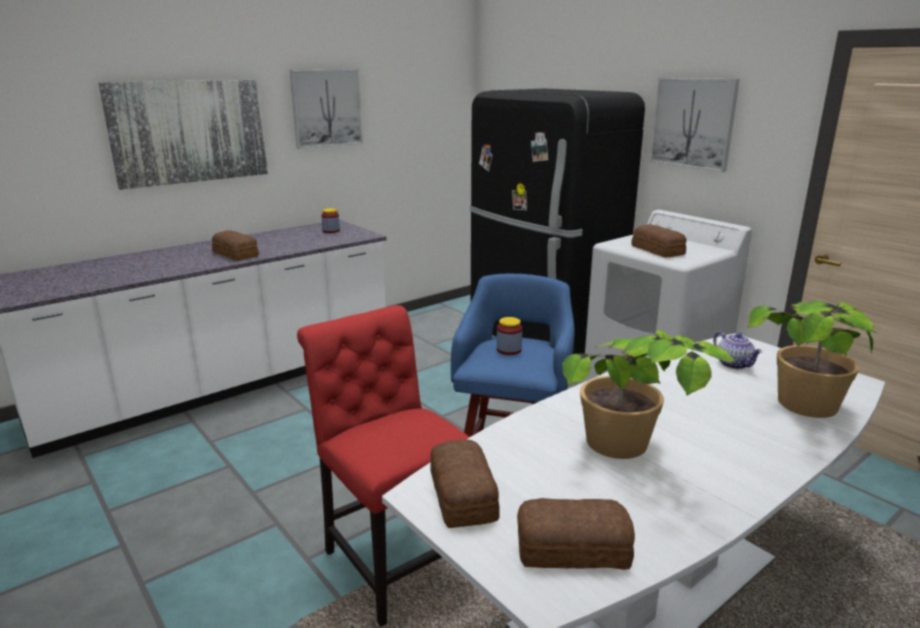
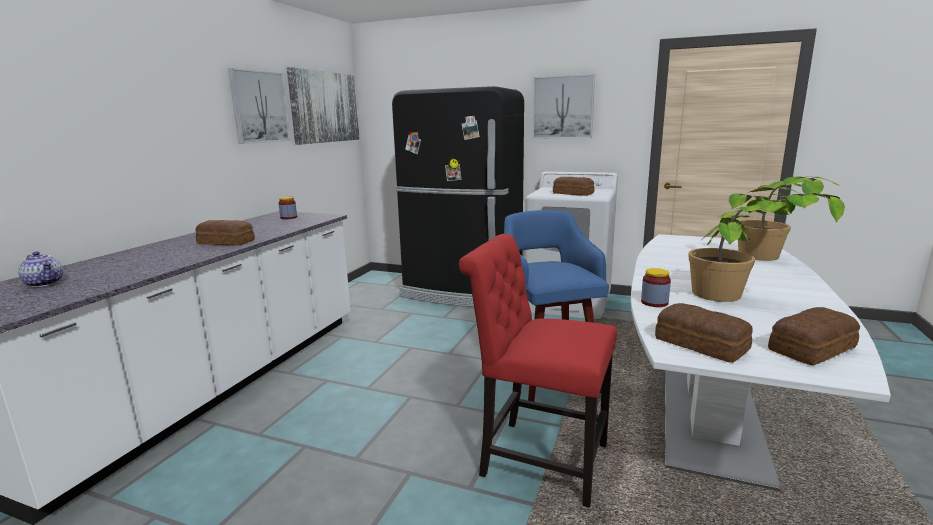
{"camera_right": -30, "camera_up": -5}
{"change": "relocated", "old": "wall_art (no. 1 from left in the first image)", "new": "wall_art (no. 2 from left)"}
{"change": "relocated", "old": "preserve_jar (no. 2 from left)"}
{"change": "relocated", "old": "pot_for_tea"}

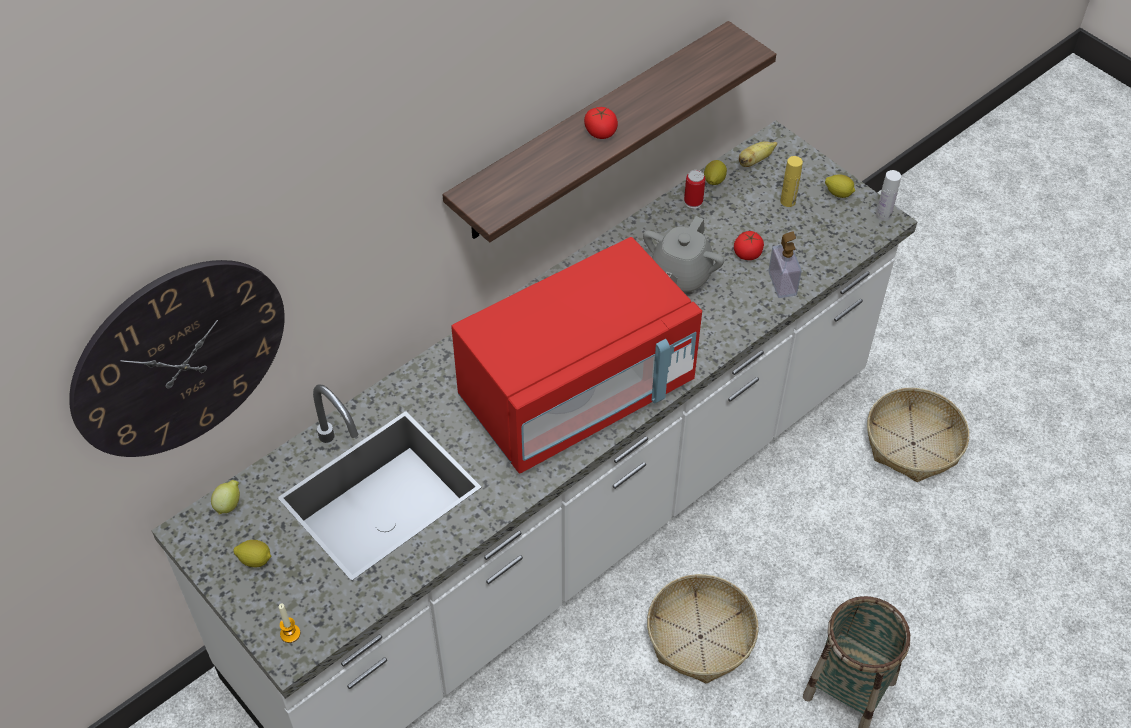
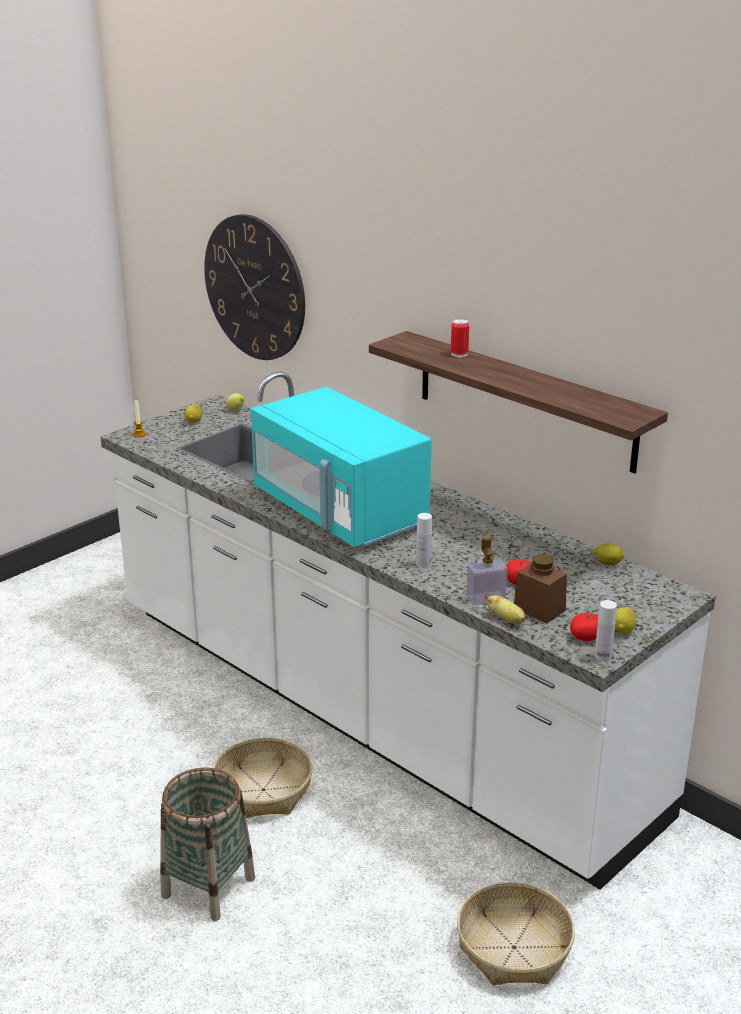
{"camera_right": 85, "camera_up": -25}
{"change": "missing", "old": "grey_pot_for_tea"}
{"change": "missing", "old": "yellowish_bottle"}
{"change": "appeared", "new": "white-coloured_bottle (no. 1 from left)"}
{"change": "appeared", "new": "brown_preserve_jar"}
{"change": "relocated", "old": "fresh_tomato (no. 1 from left in the first image)", "new": "fresh_tomato (no. 2 from left)"}
{"change": "relocated", "old": "sealed_can"}
{"change": "relocated", "old": "banana"}
{"change": "colour", "old": "red_kitchen_microwave", "new": "turquoise_kitchen_microwave"}

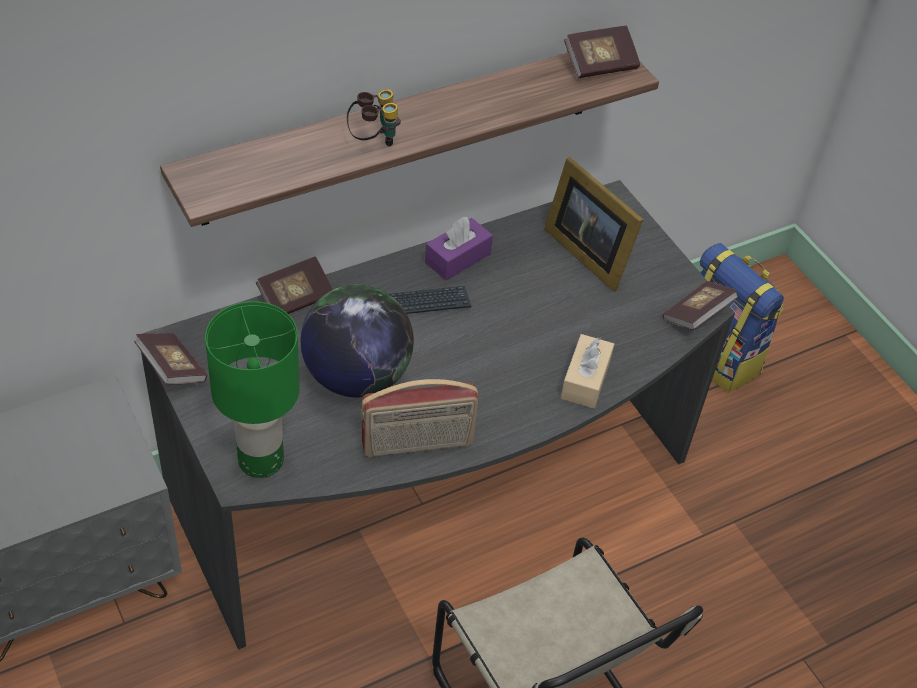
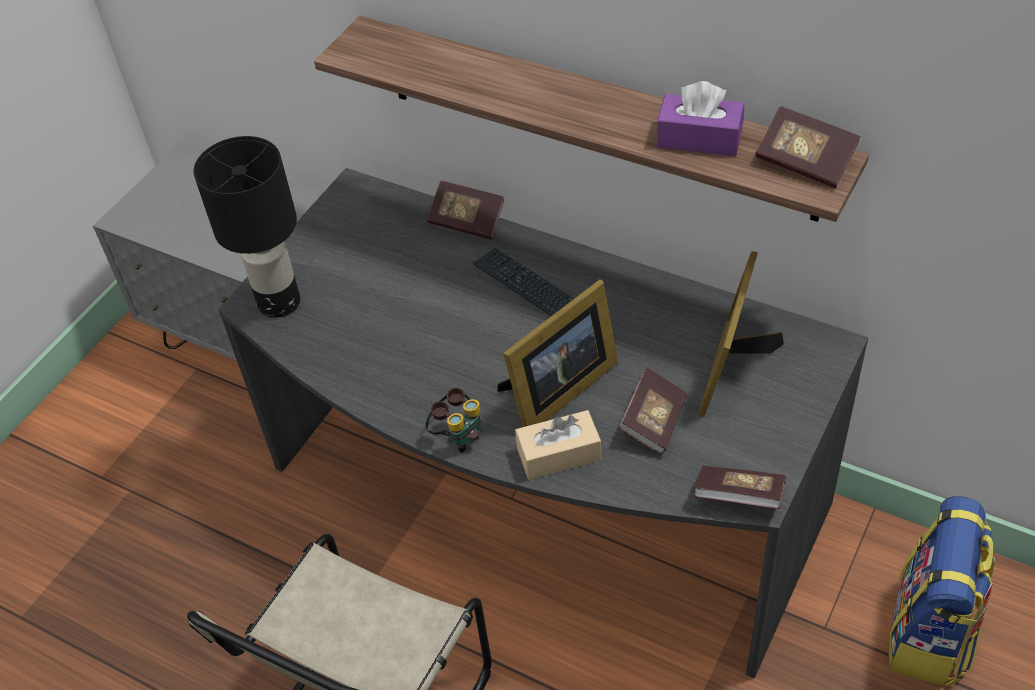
{"camera_right": 65, "camera_up": 0}
{"change": "missing", "old": "desk_globe"}
{"change": "missing", "old": "radio_set"}
{"change": "appeared", "new": "photo_frame (no. 1 from left)"}
{"change": "relocated", "old": "bound_book (no. 1 from left in the first image)", "new": "bound_book (no. 2 from left)"}
{"change": "relocated", "old": "binoculars"}
{"change": "relocated", "old": "purple_tissue_holder"}
{"change": "colour", "old": "green_tabletop_lamp", "new": "black_tabletop_lamp"}

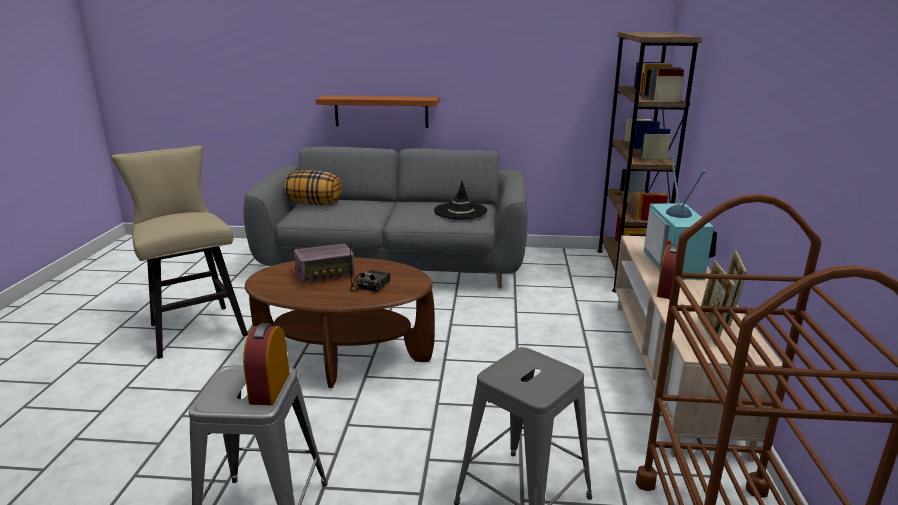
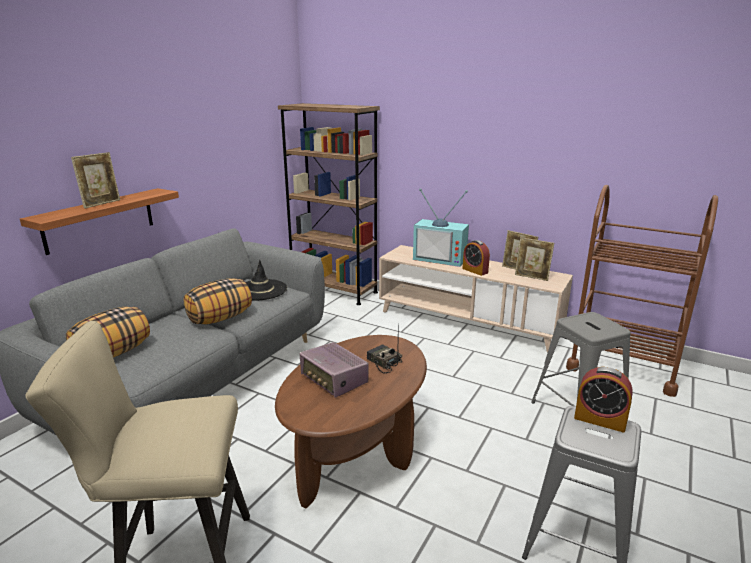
{"camera_right": -65, "camera_up": 0}
{"change": "appeared", "new": "photo_frame (no. 1 from left)"}
{"change": "appeared", "new": "pillow (no. 2 from left)"}
{"change": "spun", "old": "radio_set (no. 1 from left)", "degrees": 135}

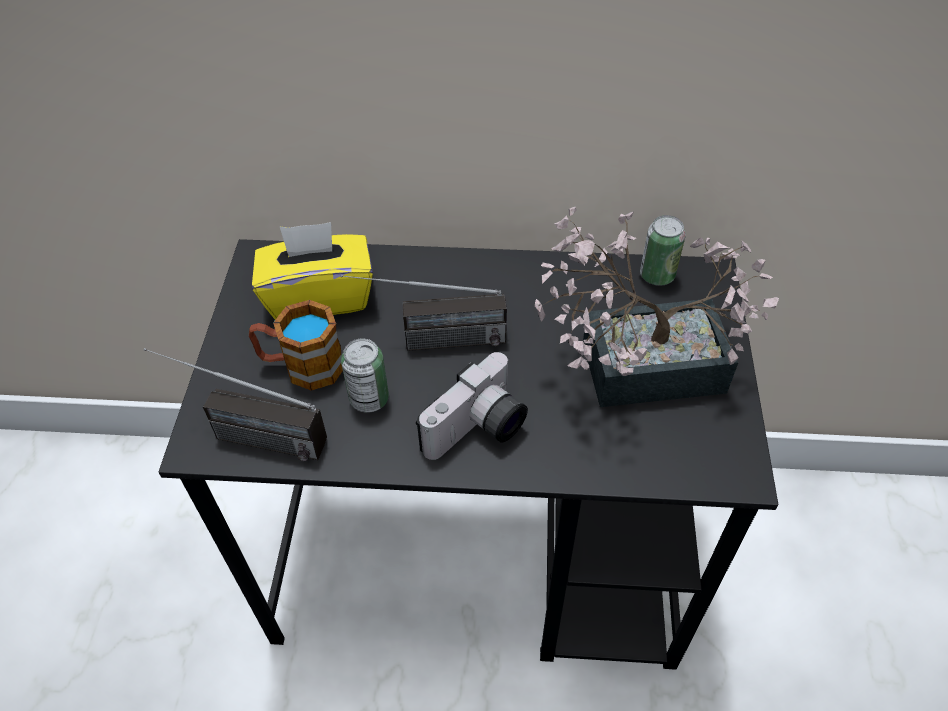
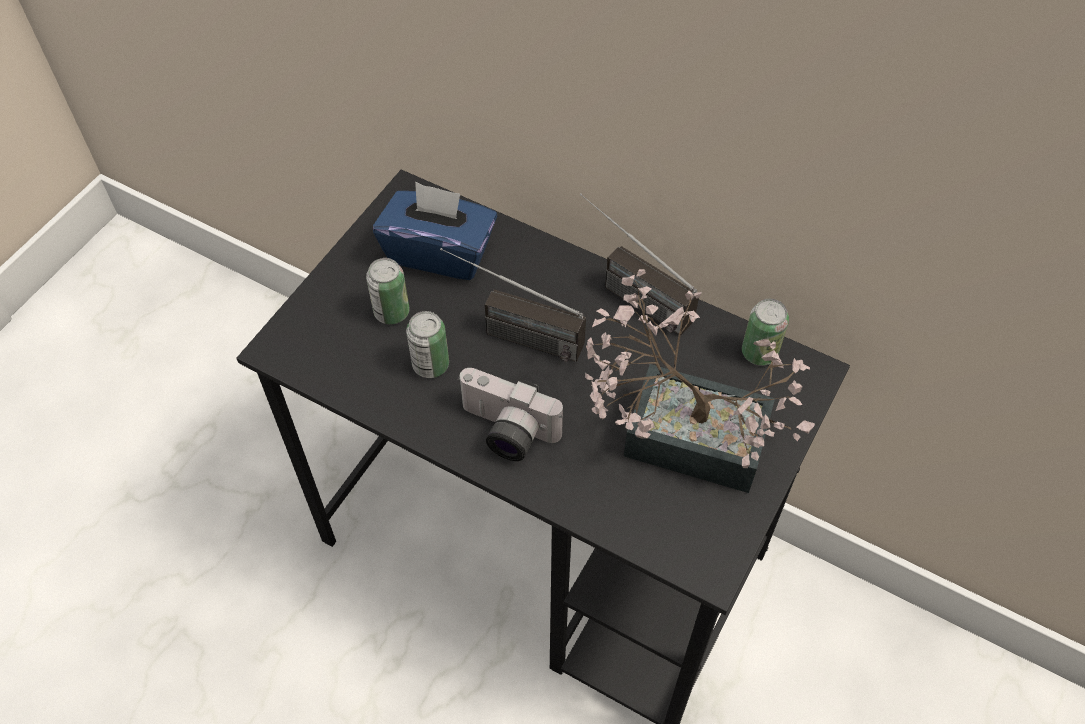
{"camera_right": 25, "camera_up": 5}
{"change": "relocated", "old": "radio_set (no. 1 from left in the first image)", "new": "radio_set (no. 2 from left)"}
{"change": "exchanged", "old": "tea_mug", "new": "sealed_can (no. 1 from left)"}
{"change": "colour", "old": "yellowish_tissue_holder", "new": "blue_tissue_holder"}
{"change": "spun", "old": "photo_camera", "degrees": 45}

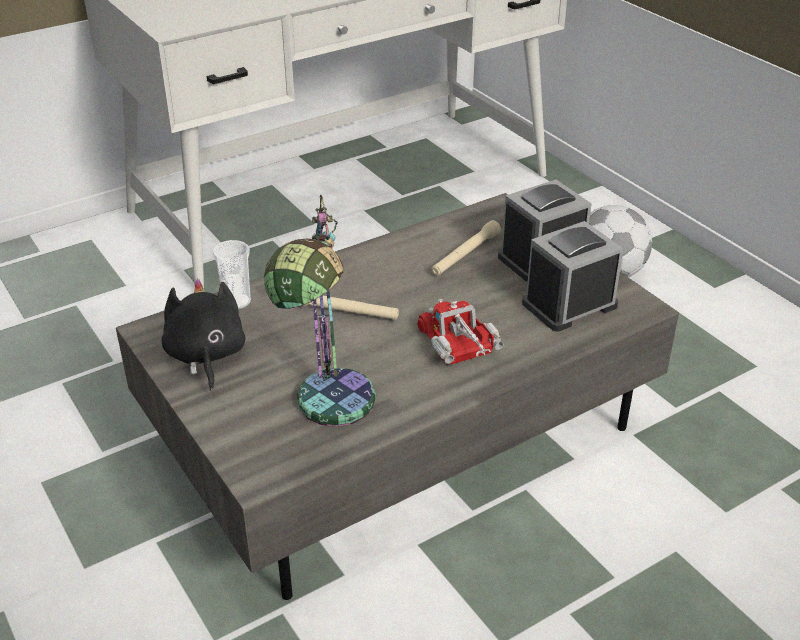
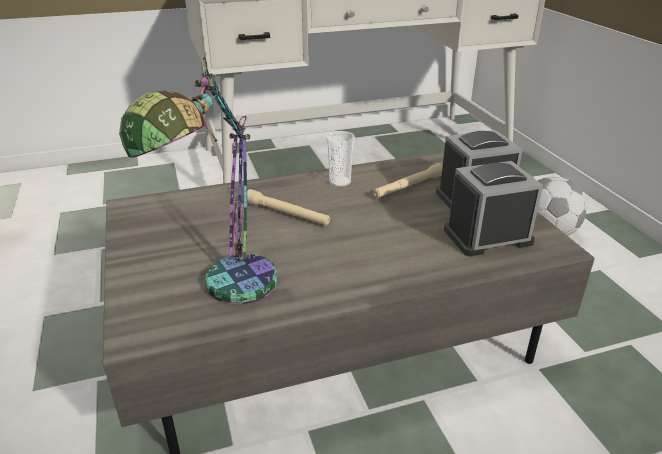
{"camera_right": 15, "camera_up": -5}
{"change": "missing", "old": "black_soft_toy"}
{"change": "missing", "old": "toy_truck"}
{"change": "relocated", "old": "small_cup"}

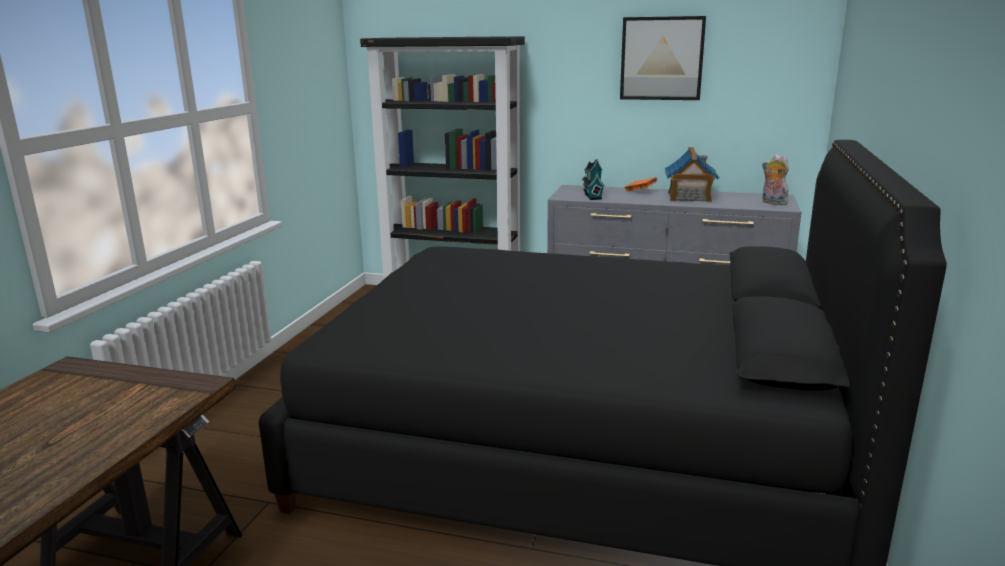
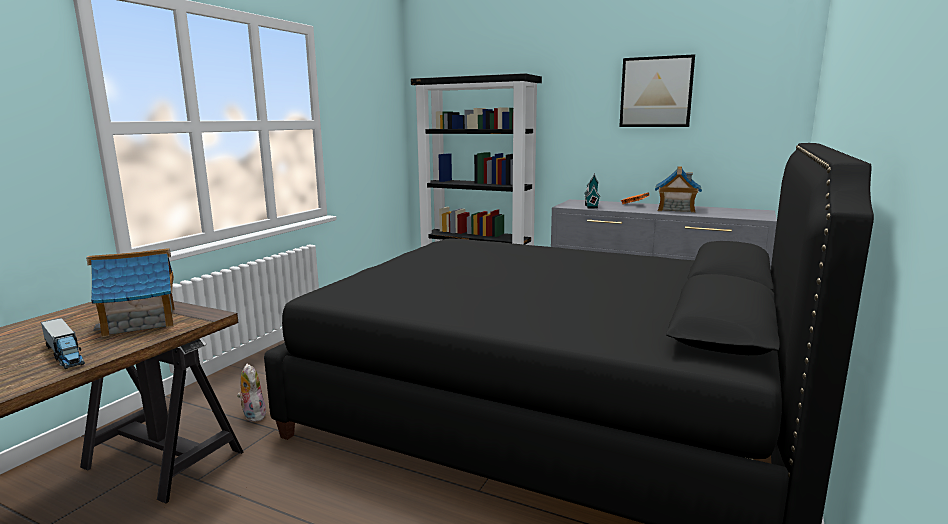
{"camera_right": 10, "camera_up": -5}
{"change": "appeared", "new": "toy_truck"}
{"change": "appeared", "new": "toy_house (no. 1 from left)"}
{"change": "relocated", "old": "soft_toy"}

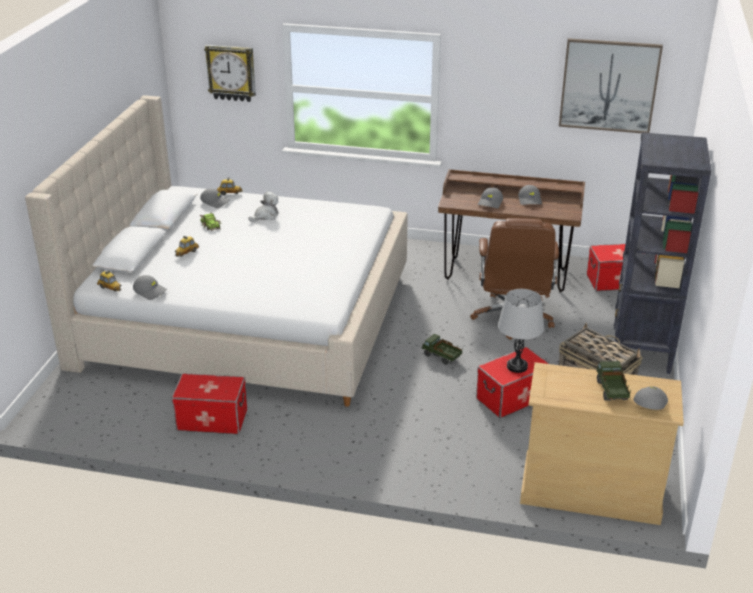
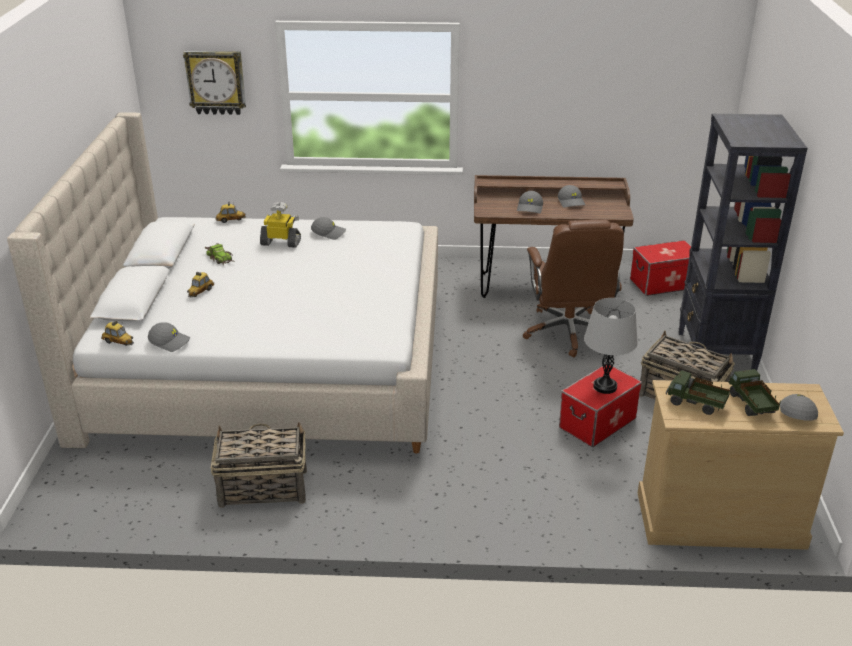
{"camera_right": -10, "camera_up": 0}
{"change": "missing", "old": "wall_art"}
{"change": "relocated", "old": "grey_baseball_cap (no. 2 from left)"}
{"change": "relocated", "old": "toy_truck (no. 1 from left)"}
{"change": "exchanged", "old": "storage_container (no. 1 from left)", "new": "household_basket (no. 1 from left)"}
{"change": "exchanged", "old": "soft_toy", "new": "robot_figure"}

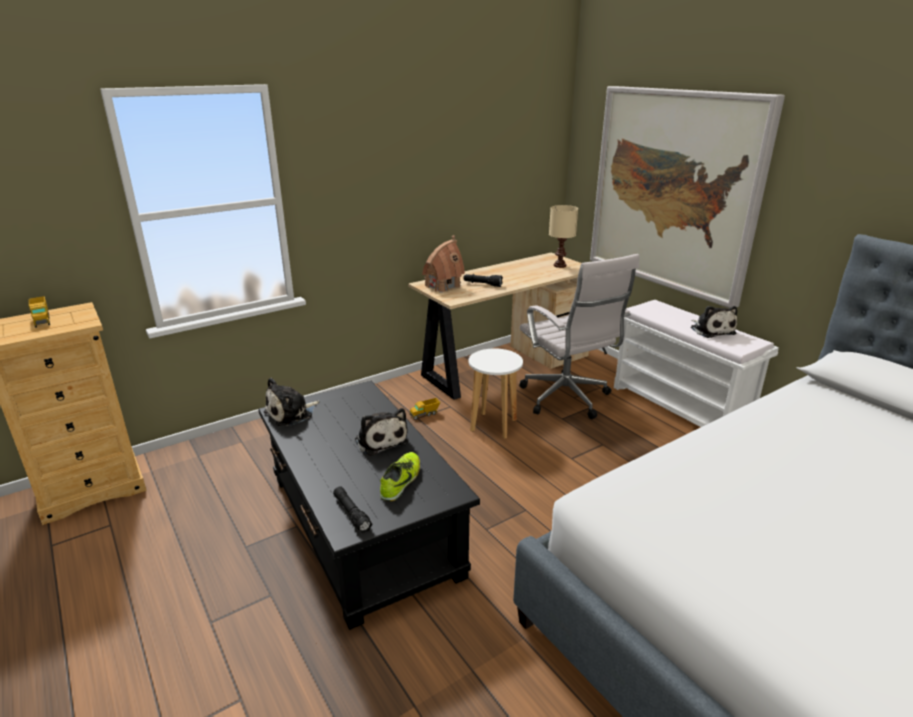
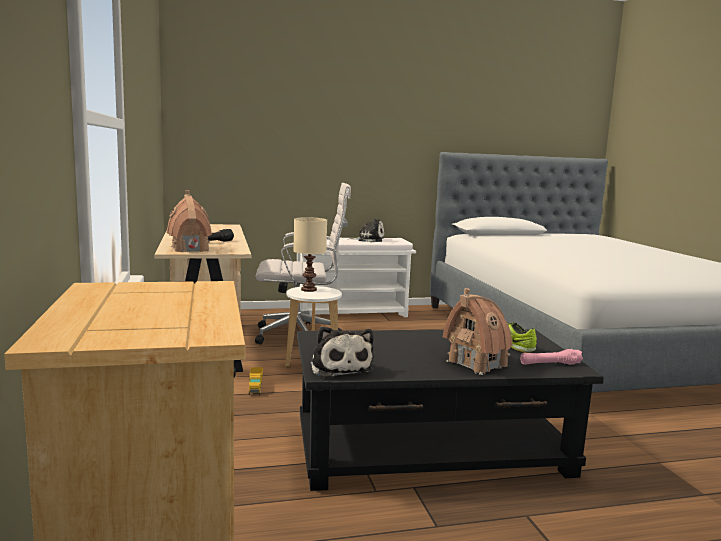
{"camera_right": -70, "camera_up": -15}
{"change": "missing", "old": "toy_truck (no. 1 from left)"}
{"change": "missing", "old": "soft_toy (no. 2 from left)"}
{"change": "missing", "old": "wall_art"}
{"change": "appeared", "new": "toy_house (no. 2 from left)"}
{"change": "relocated", "old": "beige_tabletop_lamp"}
{"change": "colour", "old": "black_torch (no. 1 from left)", "new": "pink_torch"}

